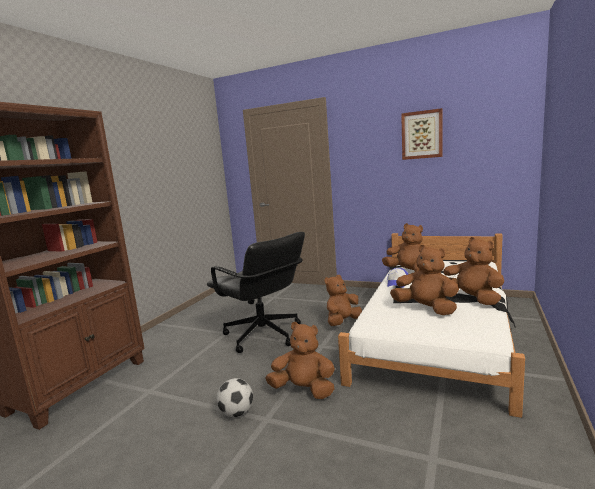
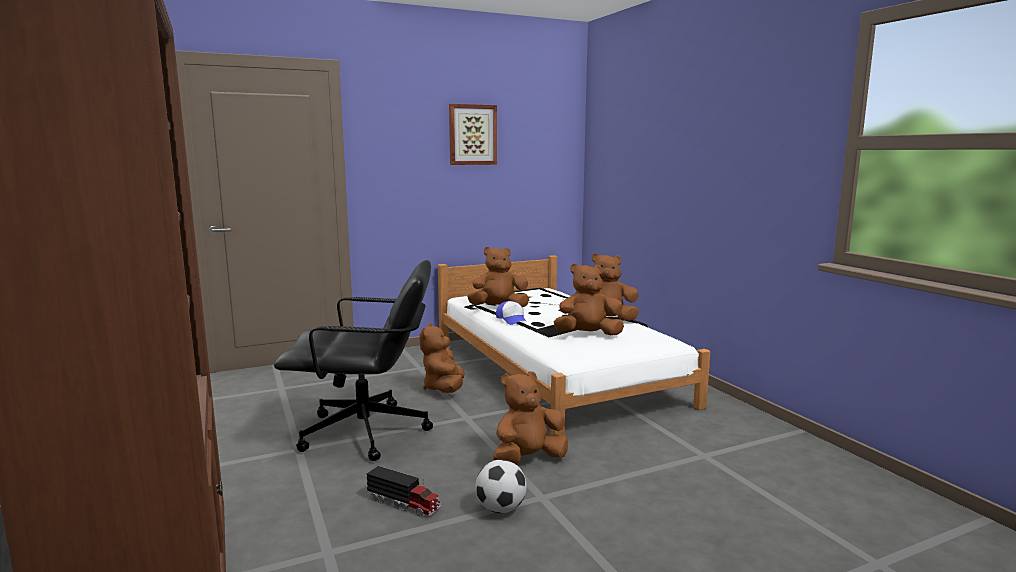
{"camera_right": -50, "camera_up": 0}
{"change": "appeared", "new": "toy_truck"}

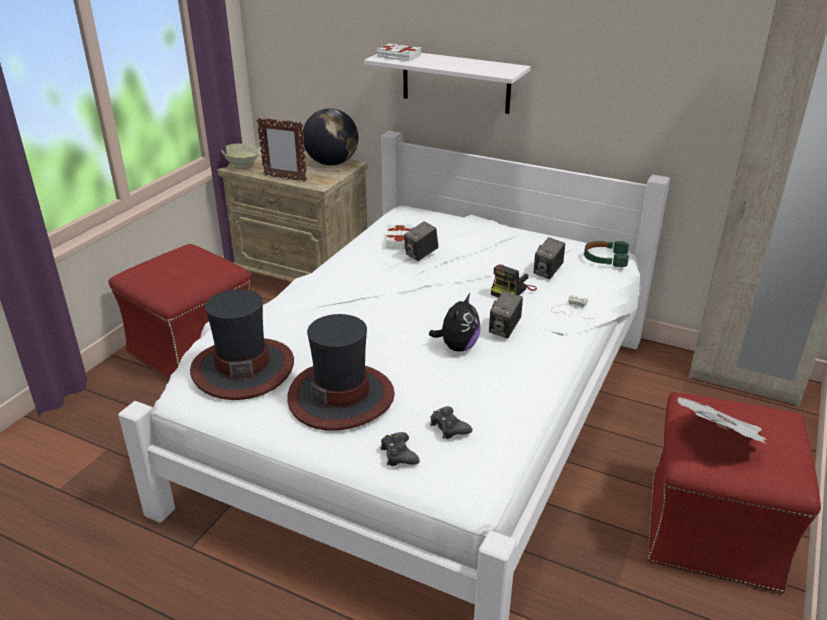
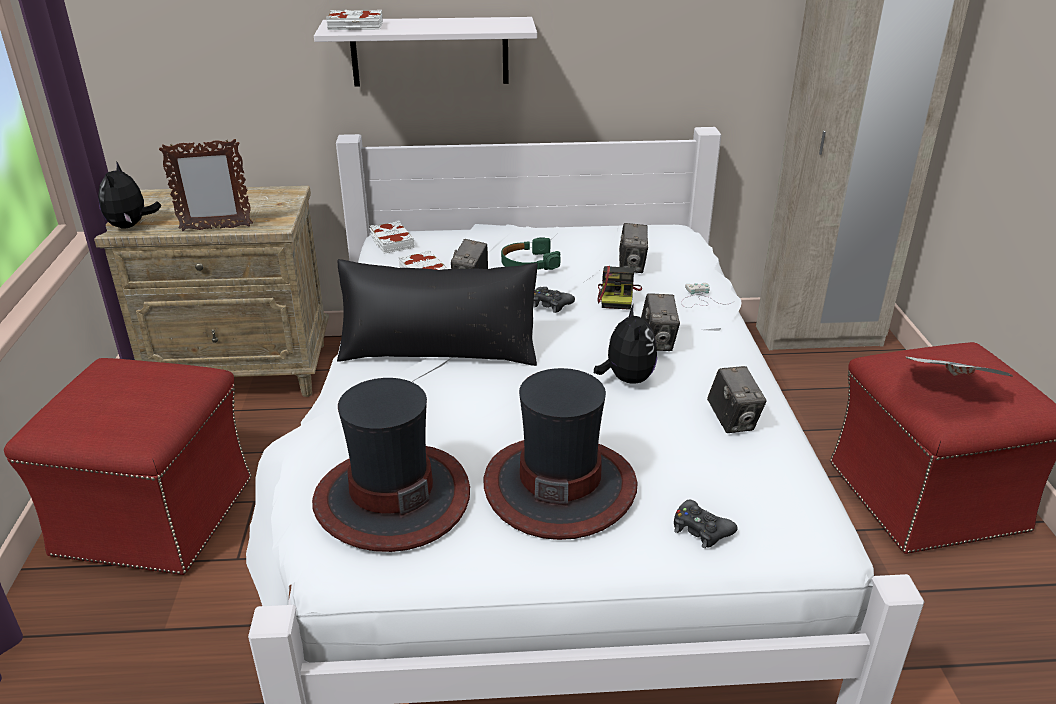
{"camera_right": -30, "camera_up": 0}
{"change": "missing", "old": "desk_globe"}
{"change": "appeared", "new": "black_pillow"}
{"change": "appeared", "new": "white-coloured_bound_book (no. 2 from left)"}
{"change": "appeared", "new": "photo_camera (no. 5 from left)"}
{"change": "relocated", "old": "black_joypad (no. 2 from left in the first image)", "new": "black_joypad (no. 1 from left)"}
{"change": "relocated", "old": "green_headset"}
{"change": "exchanged", "old": "beige_serving_bowl", "new": "soft_toy (no. 1 from left)"}

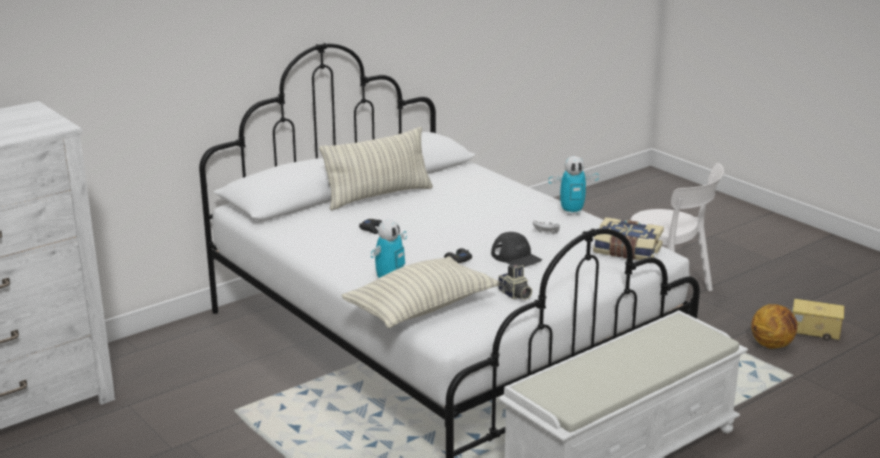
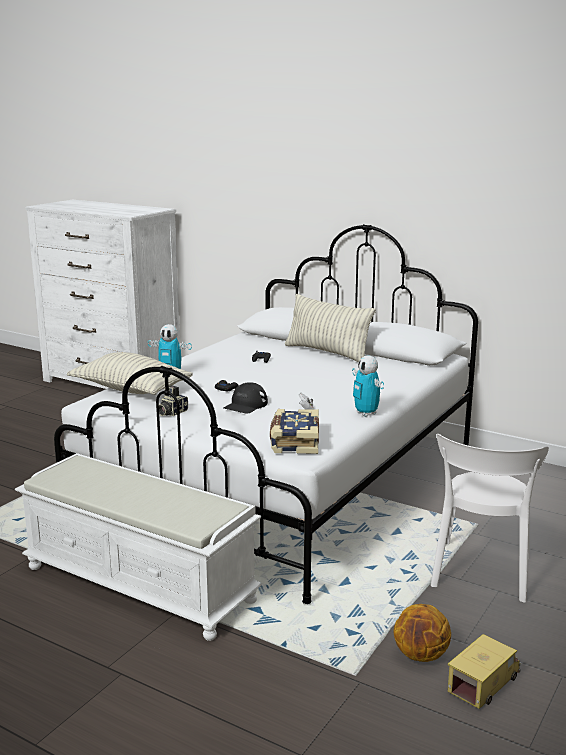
{"camera_right": 70, "camera_up": -5}
{"change": "spun", "old": "toy_truck", "degrees": 45}

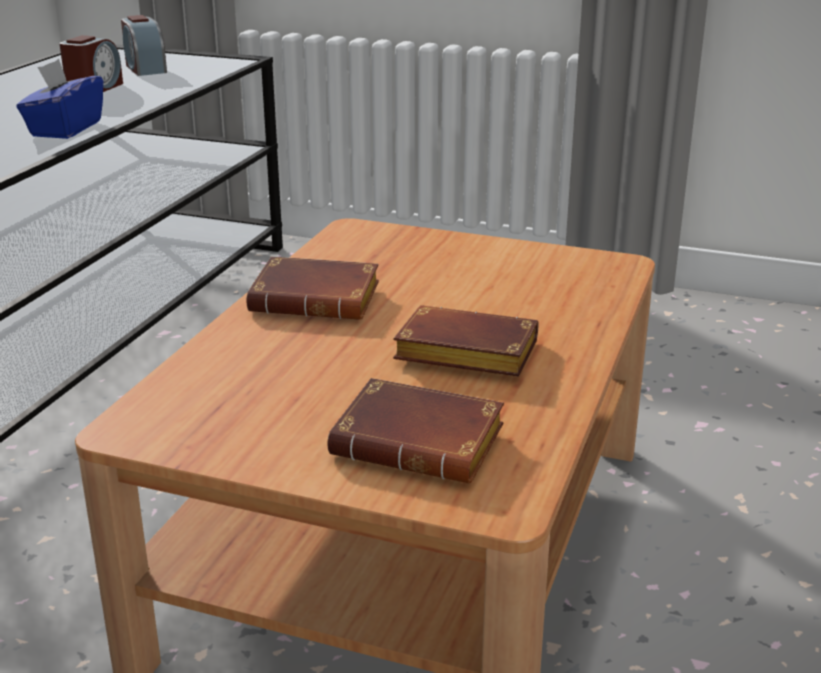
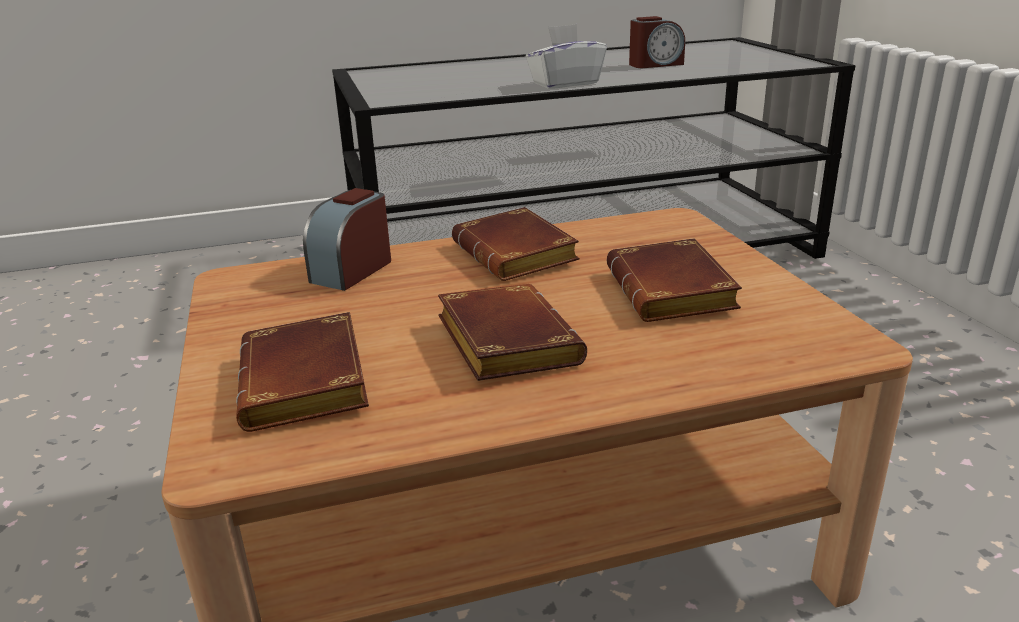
{"camera_right": 55, "camera_up": 0}
{"change": "appeared", "new": "brown_bound_book (no. 4 from left)"}
{"change": "relocated", "old": "table_clock (no. 2 from left in the first image)", "new": "table_clock (no. 1 from left)"}
{"change": "colour", "old": "blue_tissue_holder", "new": "white-coloured_tissue_holder"}

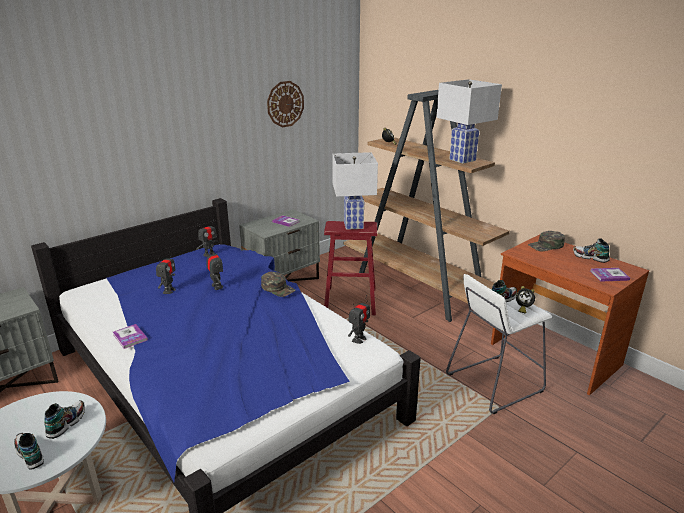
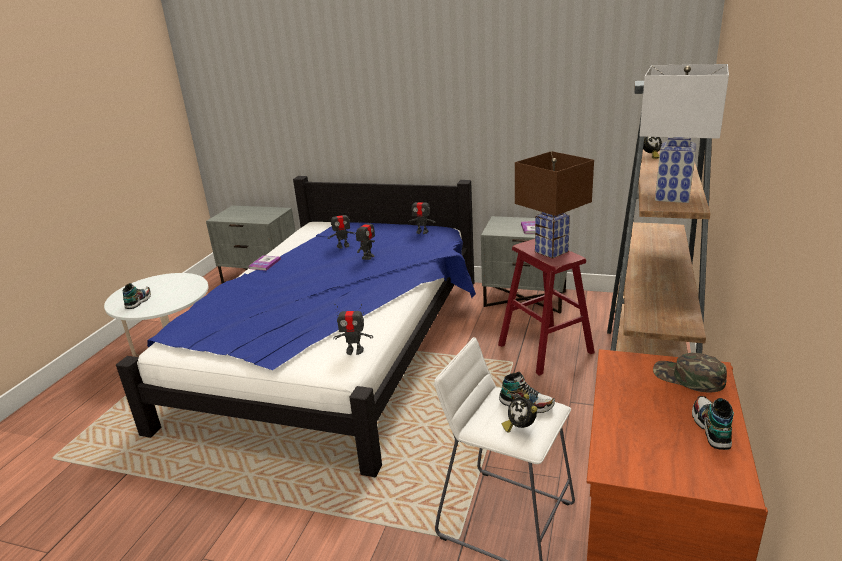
{"camera_right": 60, "camera_up": 0}
{"change": "missing", "old": "low_shoe (no. 2 from left)"}
{"change": "missing", "old": "green_baseball_cap (no. 1 from left)"}
{"change": "missing", "old": "clock_on_the_wall"}
{"change": "missing", "old": "bound_book (no. 3 from left)"}
{"change": "colour", "old": "white-coloured_tabletop_lamp (no. 1 from left)", "new": "brown_tabletop_lamp"}

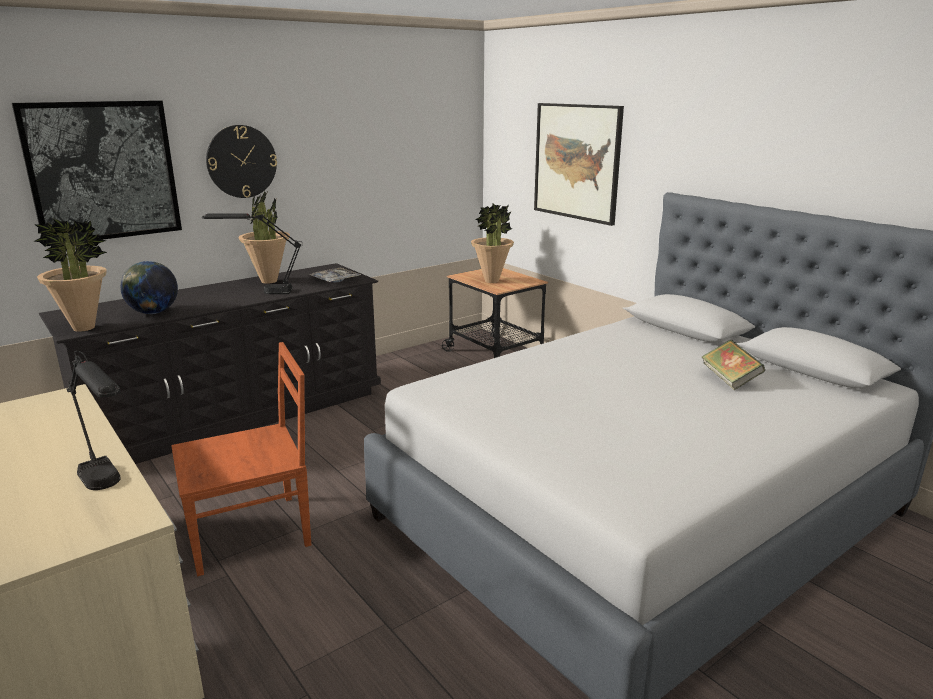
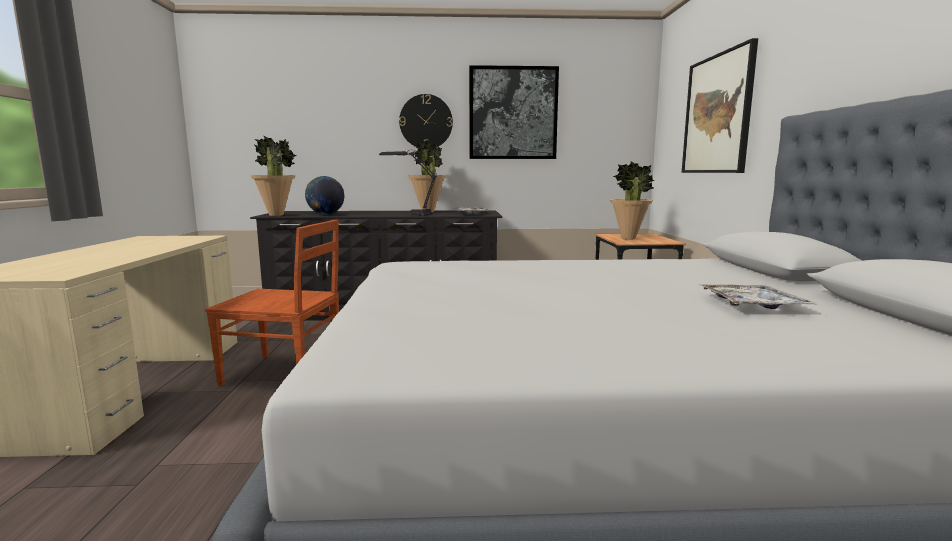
{"camera_right": 35, "camera_up": -10}
{"change": "missing", "old": "black_tabletop_lamp (no. 1 from left)"}
{"change": "relocated", "old": "wall_art (no. 1 from left)"}
{"change": "exchanged", "old": "bound_book", "new": "serving_tray (no. 2 from left)"}

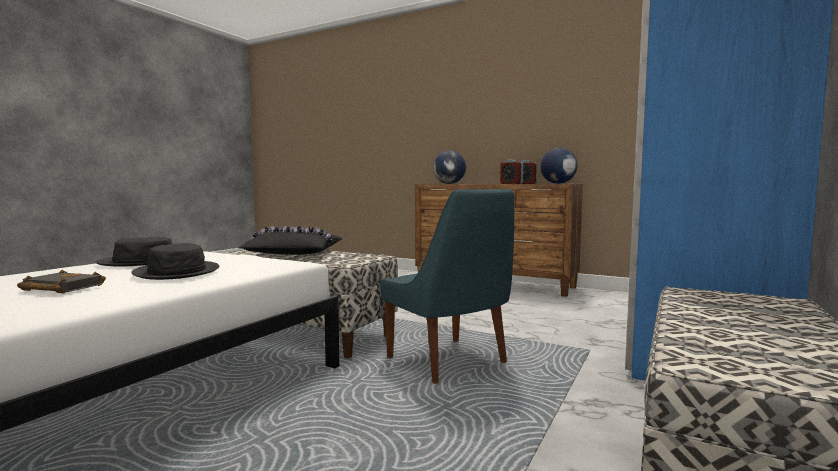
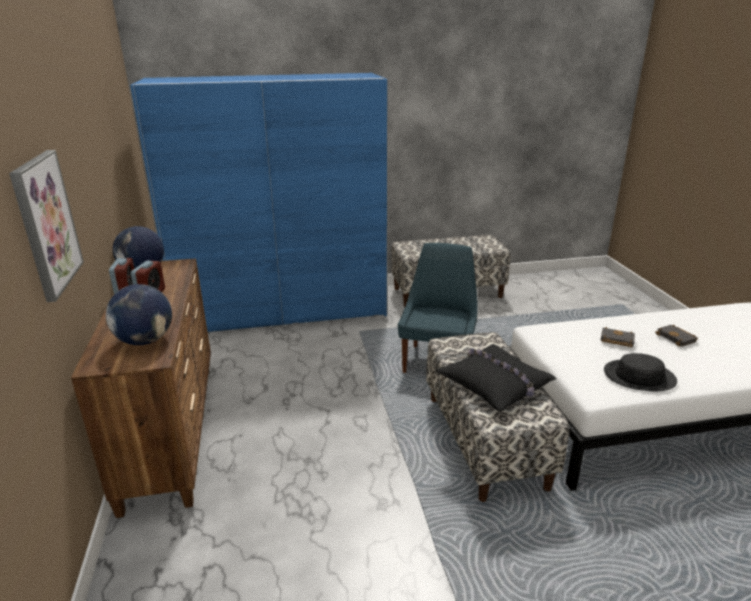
{"camera_right": -130, "camera_up": 20}
{"change": "appeared", "new": "wall_art"}
{"change": "exchanged", "old": "black_wearable_hat (no. 2 from left)", "new": "black_bound_book (no. 1 from left)"}

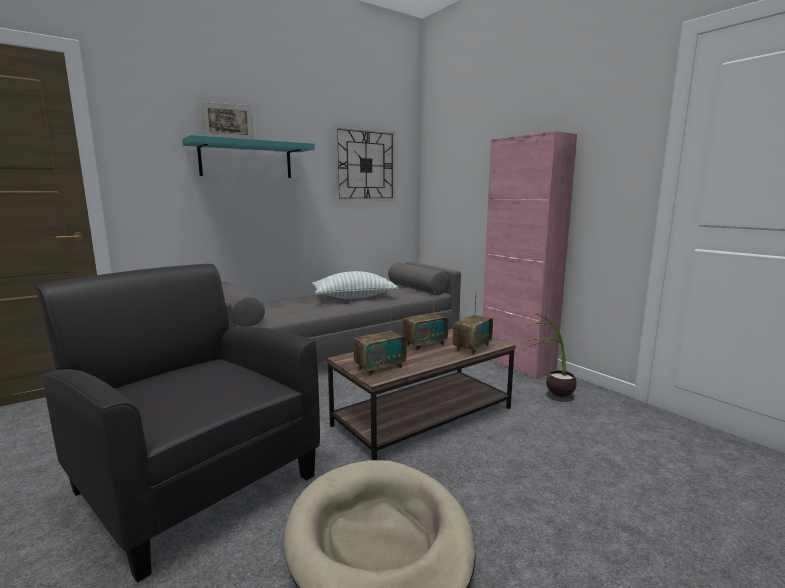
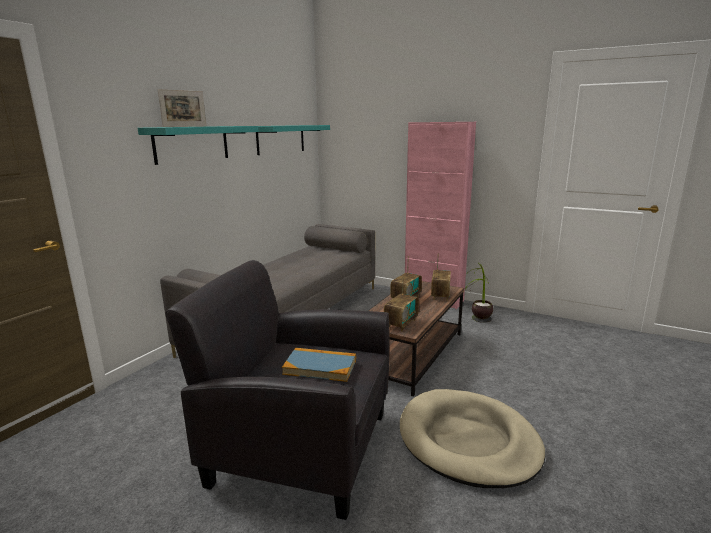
{"camera_right": -25, "camera_up": 5}
{"change": "missing", "old": "pillow"}
{"change": "appeared", "new": "bound_book"}
{"change": "exchanged", "old": "clock_on_the_wall", "new": "turquoise_bracket_shelf (no. 2 from left)"}

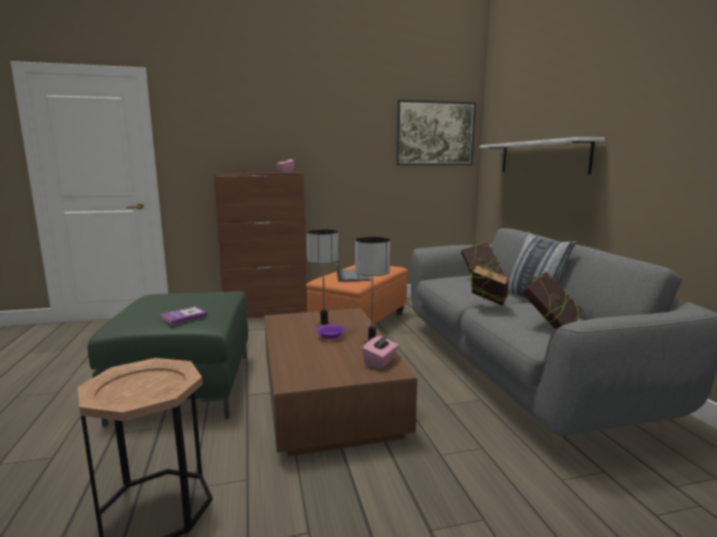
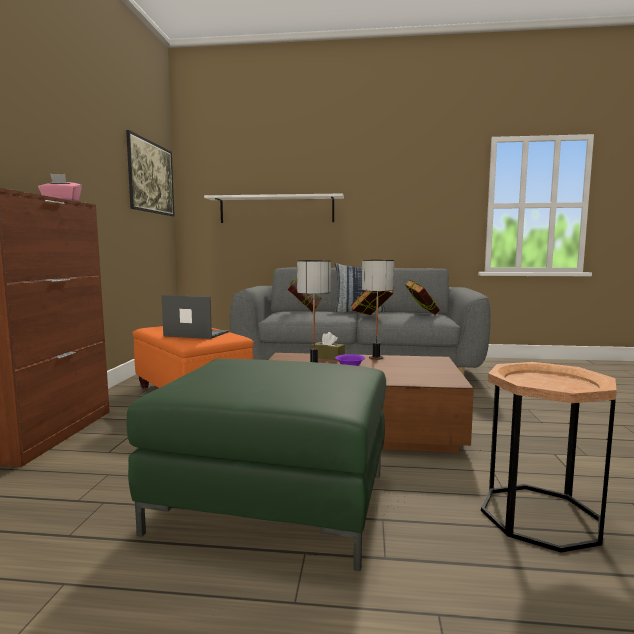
{"camera_right": -70, "camera_up": -5}
{"change": "missing", "old": "bound_book (no. 1 from left)"}
{"change": "missing", "old": "pink_tissue_holder (no. 2 from left)"}
{"change": "appeared", "new": "brown_tissue_holder"}

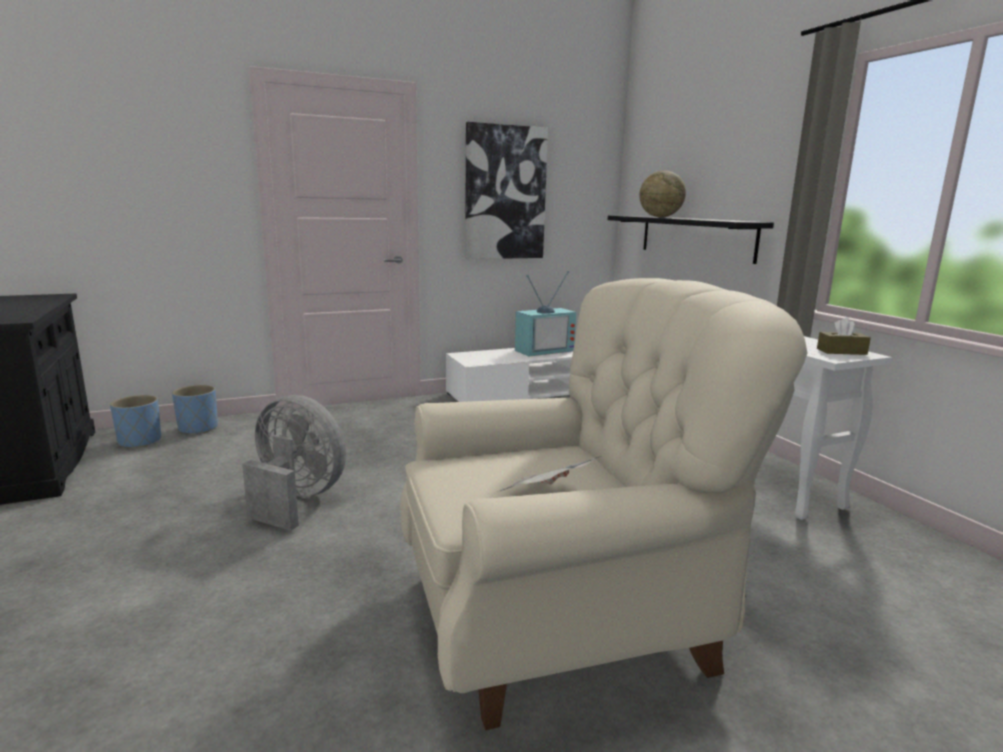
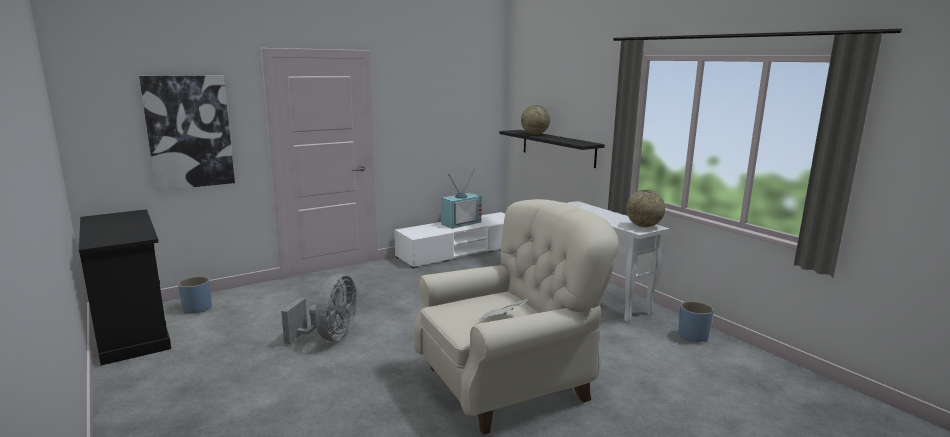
{"camera_right": -10, "camera_up": 0}
{"change": "relocated", "old": "blue_flower_pot (no. 2 from left)"}
{"change": "relocated", "old": "wall_art"}
{"change": "exchanged", "old": "brown_tissue_holder", "new": "desk_globe (no. 2 from left)"}
{"change": "spun", "old": "grey_fan", "degrees": 90}

